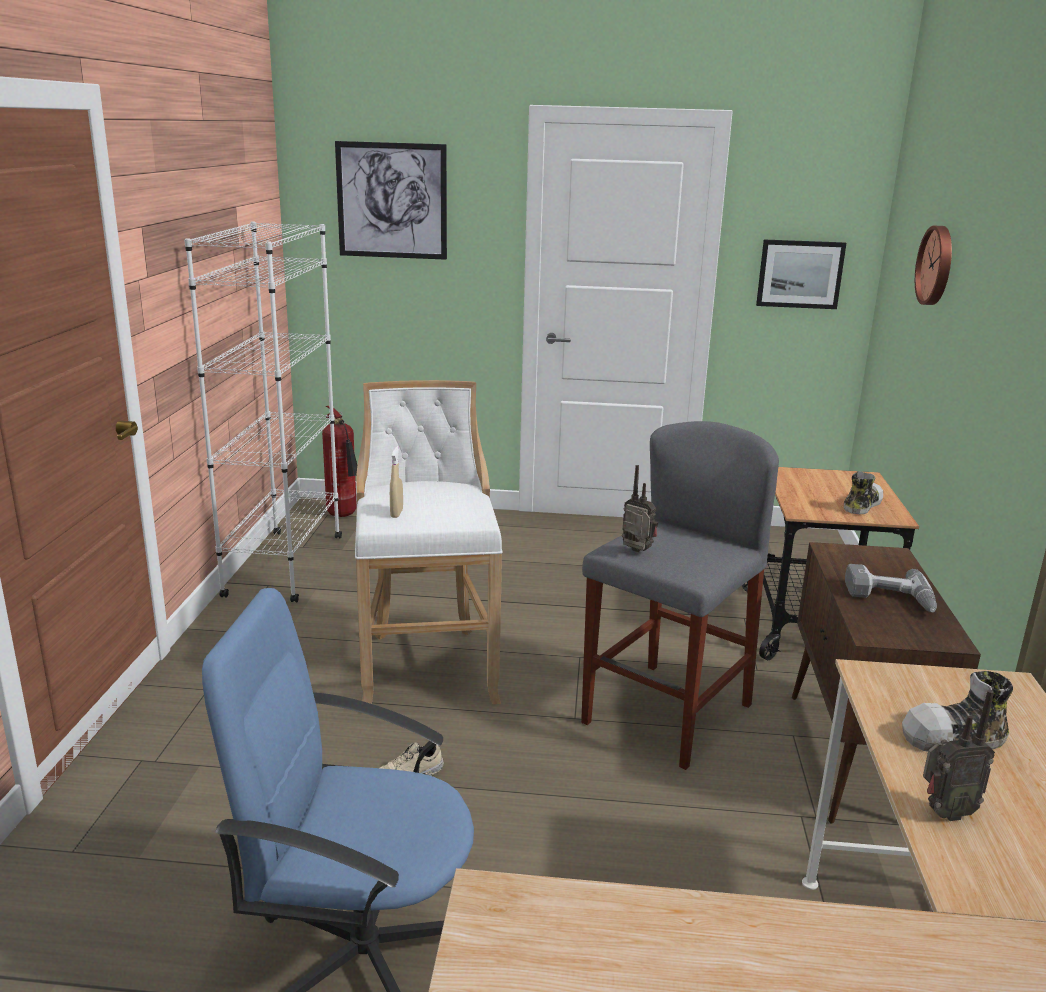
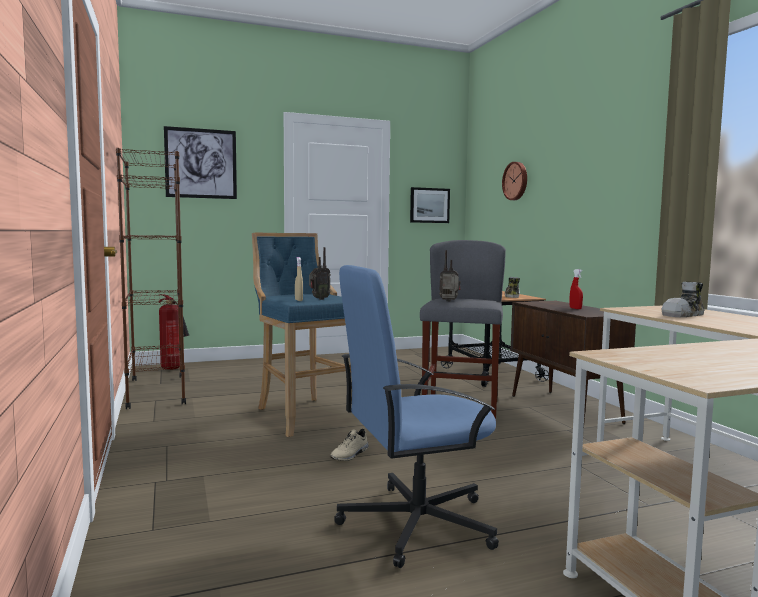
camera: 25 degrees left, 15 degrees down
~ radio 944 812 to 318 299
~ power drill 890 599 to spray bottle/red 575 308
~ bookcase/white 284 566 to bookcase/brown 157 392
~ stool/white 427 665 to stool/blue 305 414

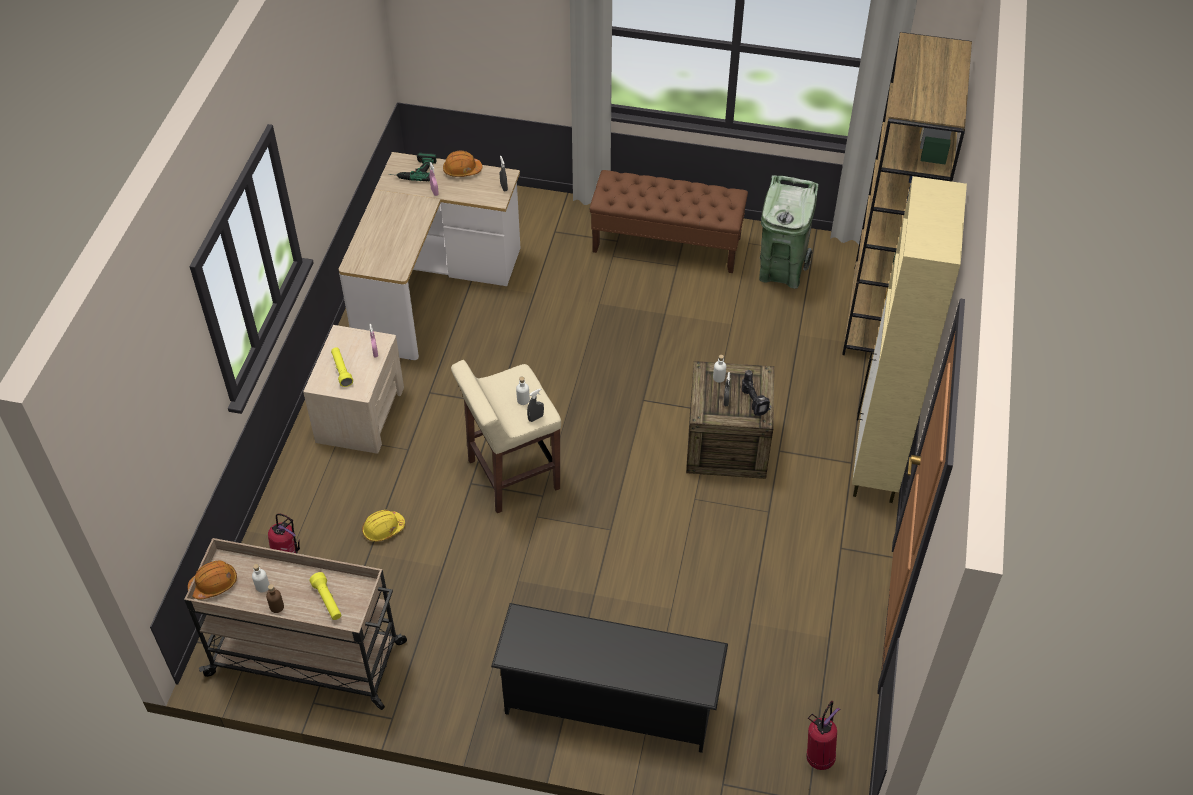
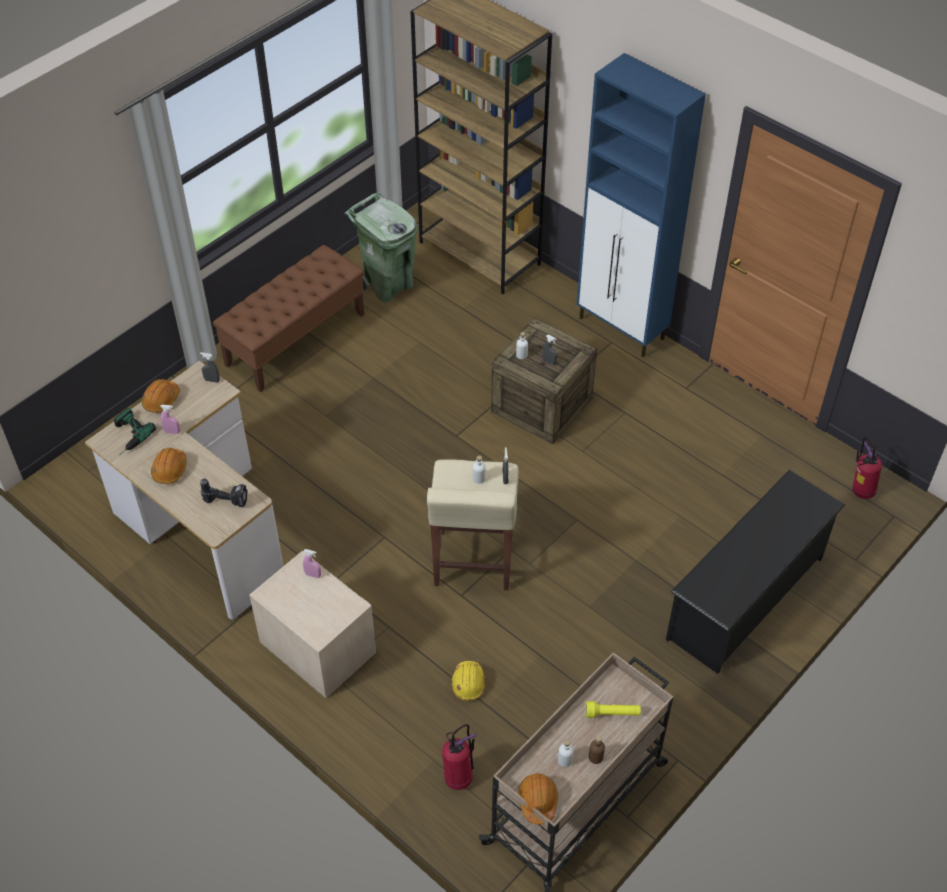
camera: 60 degrees left, 0 degrees up
- flashlight/yellow 341 370
+ hard hat/orange 170 470
~ power drill 755 403 to 227 500
~ cabinet/beige 876 464 to cabinet/blue 622 329

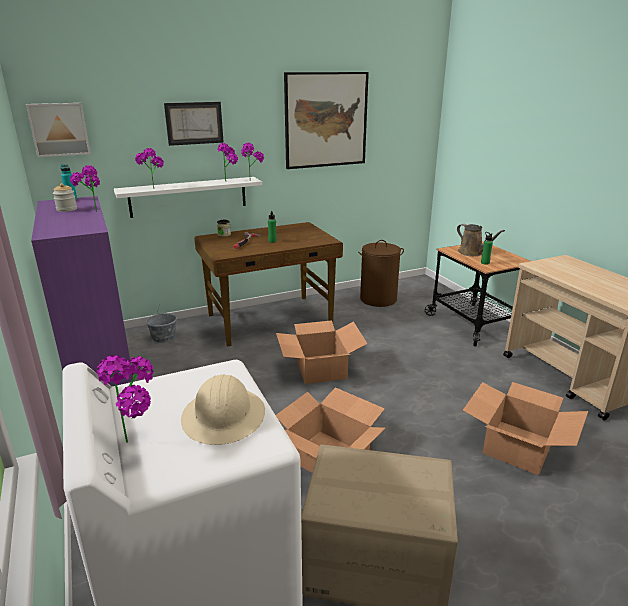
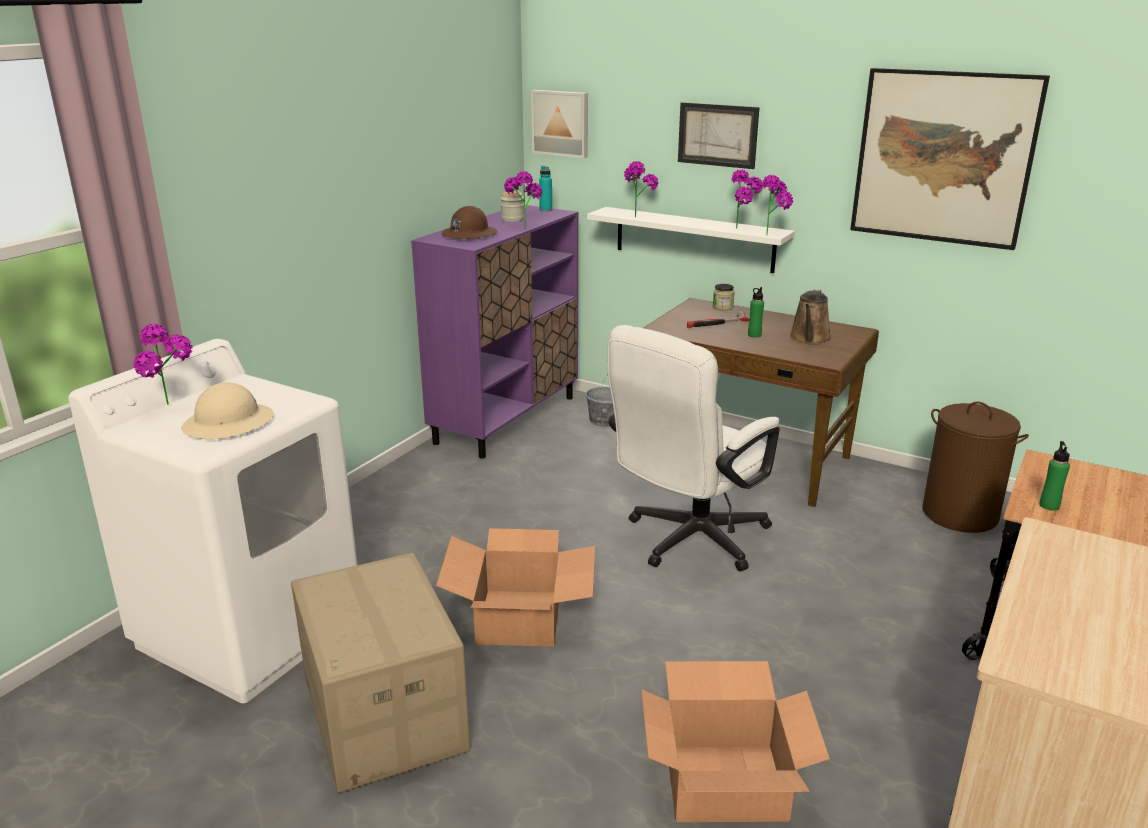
camera: 55 degrees right, 0 degrees up
+ hard hat/brown 469 234
~ watering can/brown 472 253 to 809 339
~ cardboard box 320 368 to office chair/white 688 541

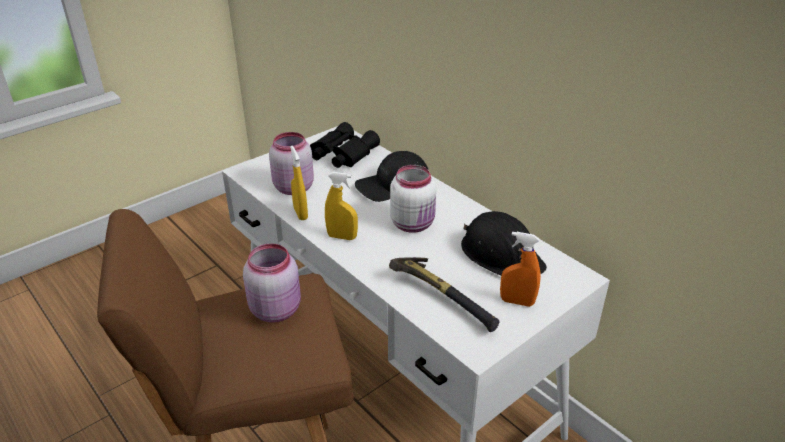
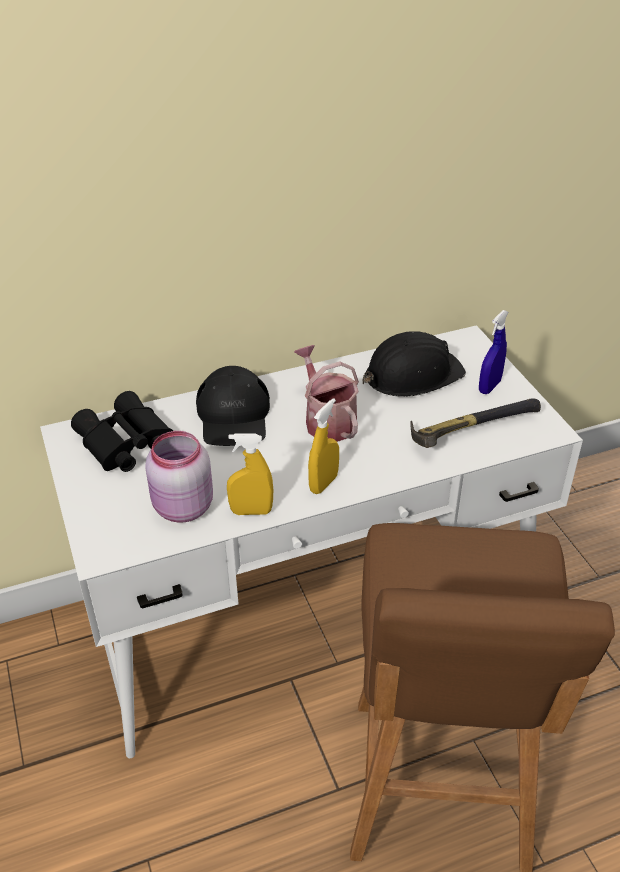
camera: 70 degrees left, 5 degrees up
- jar/pink 276 309
~ jar/white 413 224 to watering can 327 420
~ spray bottle/orange 517 302 to spray bottle/blue 489 387

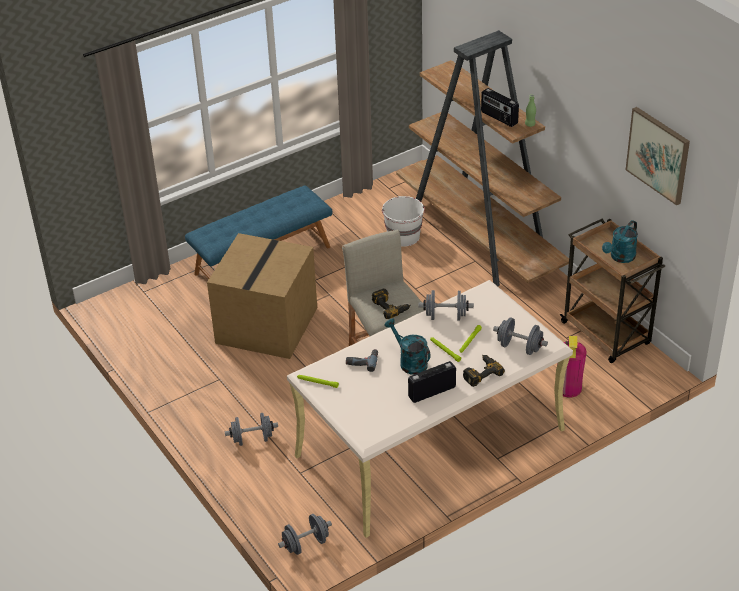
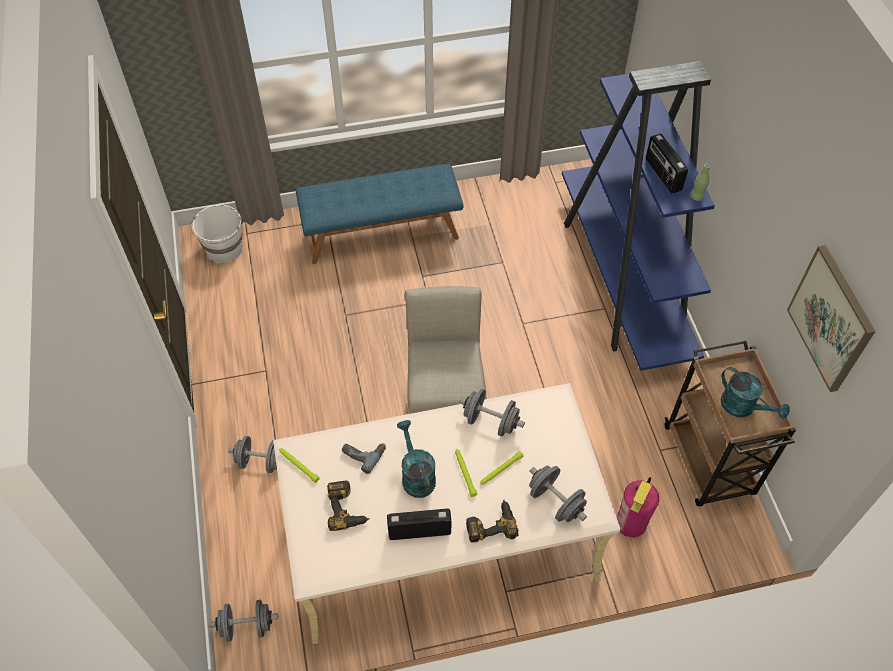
camera: 20 degrees right, 15 degrees up
- cardboard box 267 326
~ power drill 391 306 to 347 508
~ bucket/white 403 237 to 224 249
~ bookcase/brown 480 239 to bookcase/blue 623 280
~ watering can/turquoise 620 257 = 743 407 105 degrees counterclockwise

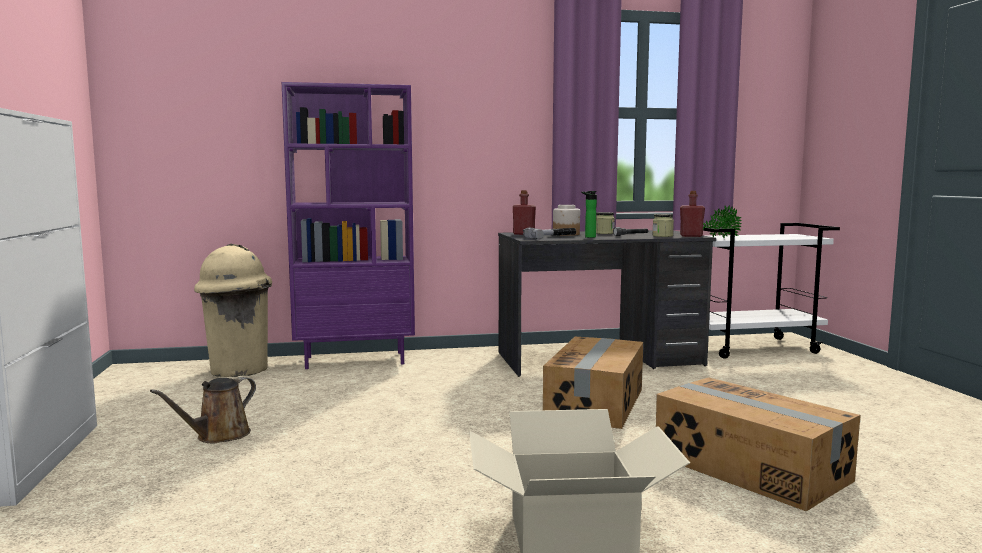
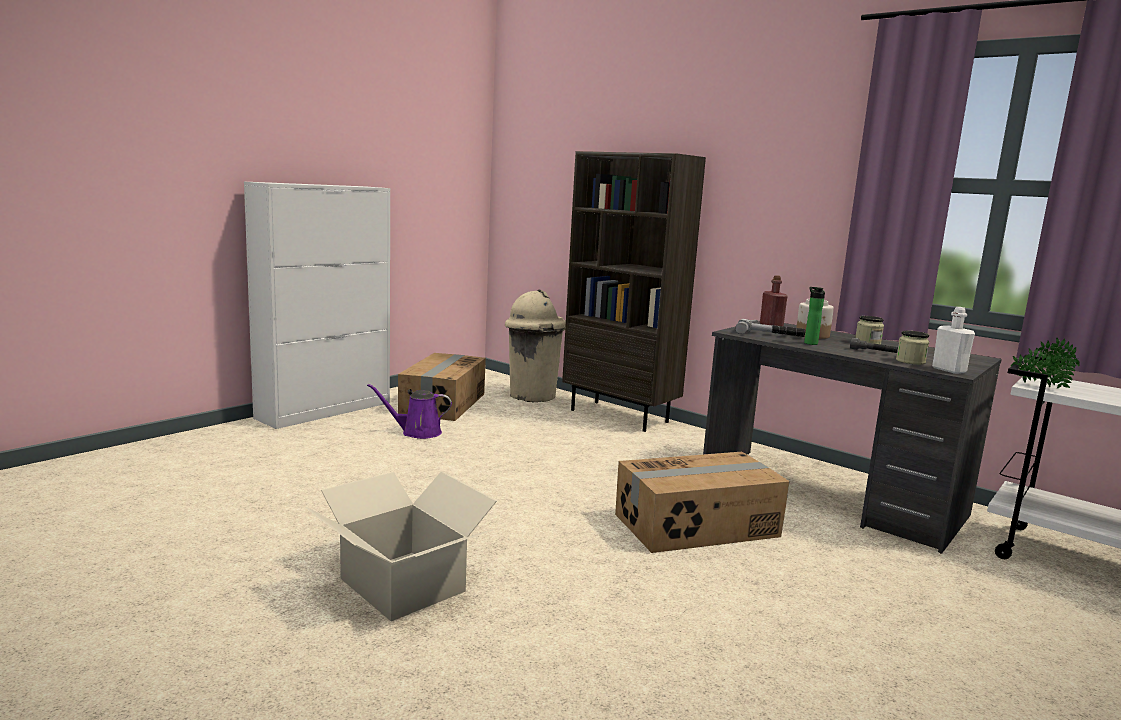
camera: 50 degrees right, 5 degrees up
~ cardboard box 750 468 to 442 403
~ watering can/brown 218 436 to watering can/purple 417 432
~ bookcase/purple 356 360 to bookcase/brown 620 416
~ bottle/red 691 236 to bottle/white 949 370

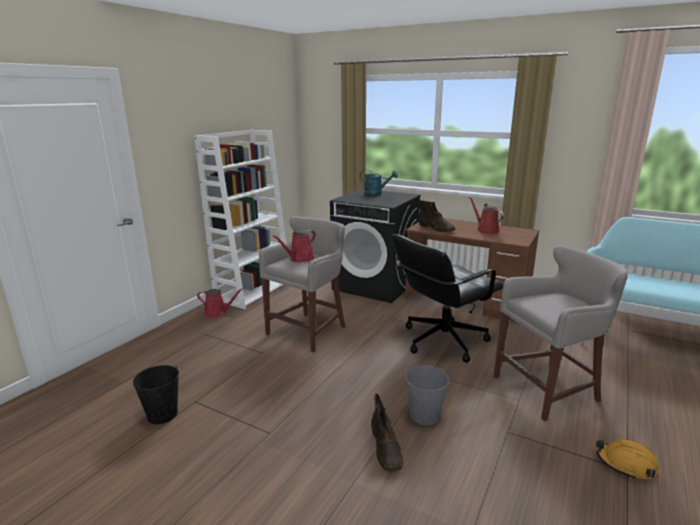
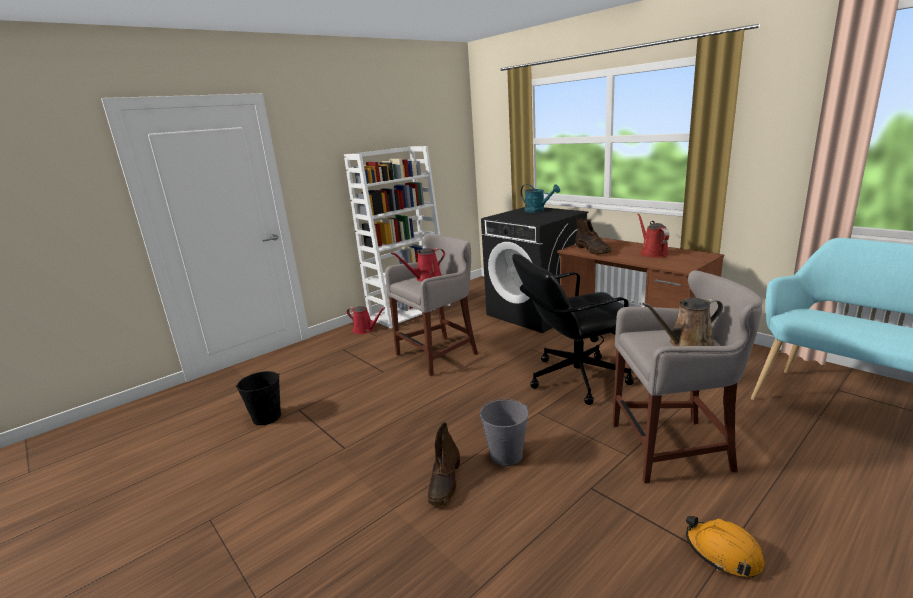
camera: 20 degrees right, 0 degrees up
+ watering can/brown 687 343

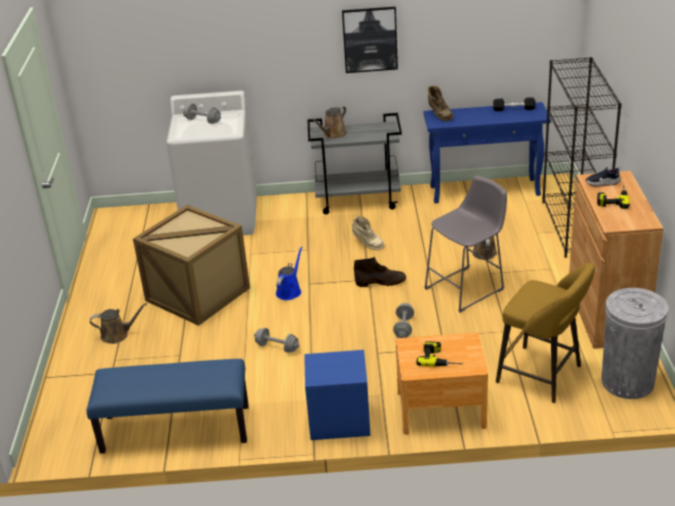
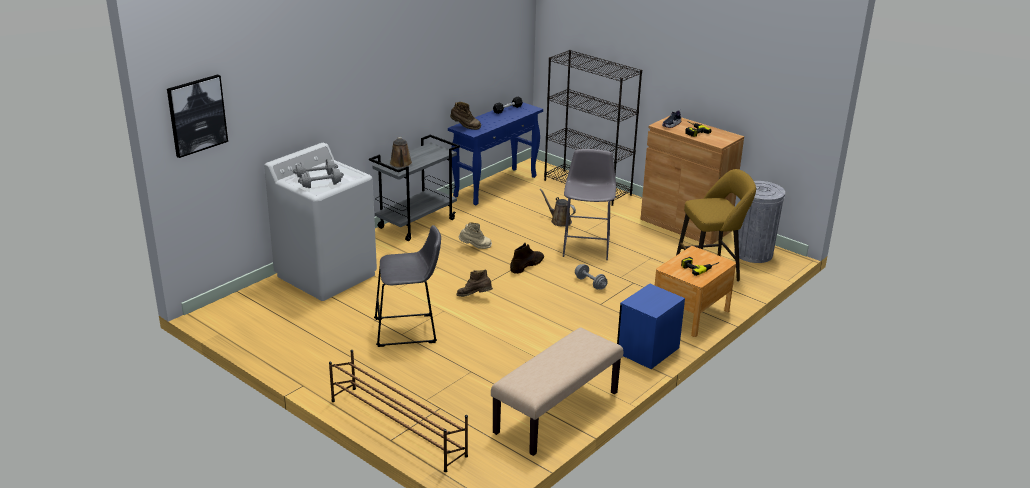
camera: 50 degrees left, 5 degrees down
- watering can/brown 117 335
+ shoe rack/brown 397 427
~ dumbbell/grey 277 347 to 321 185
~ picture 370 39 to 197 115
~ crate 197 295 to stool/grey 409 330
~ watering can/blue 289 291 to boot/brown 474 297
~ bench/blue 175 430 to bench/beige 557 413

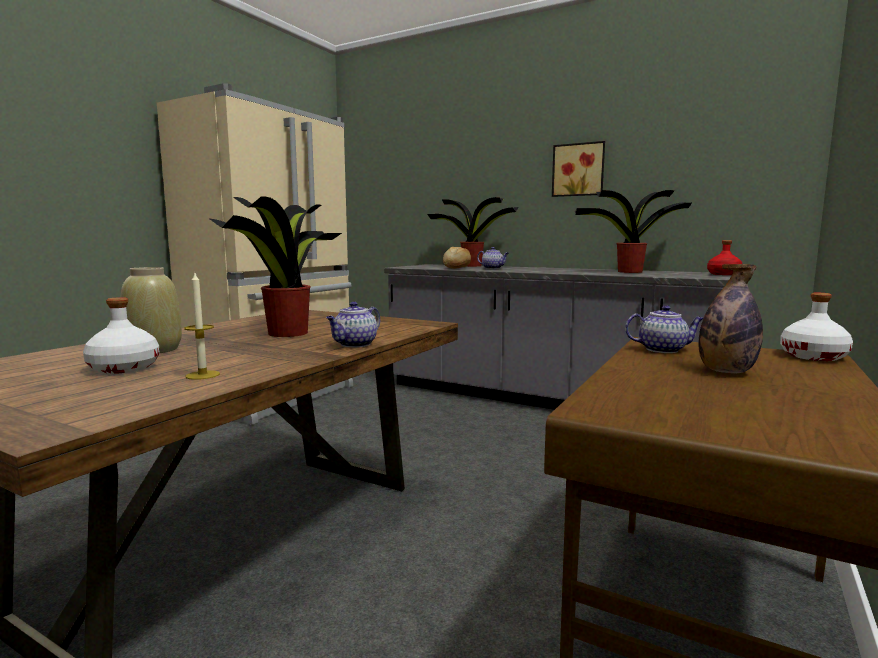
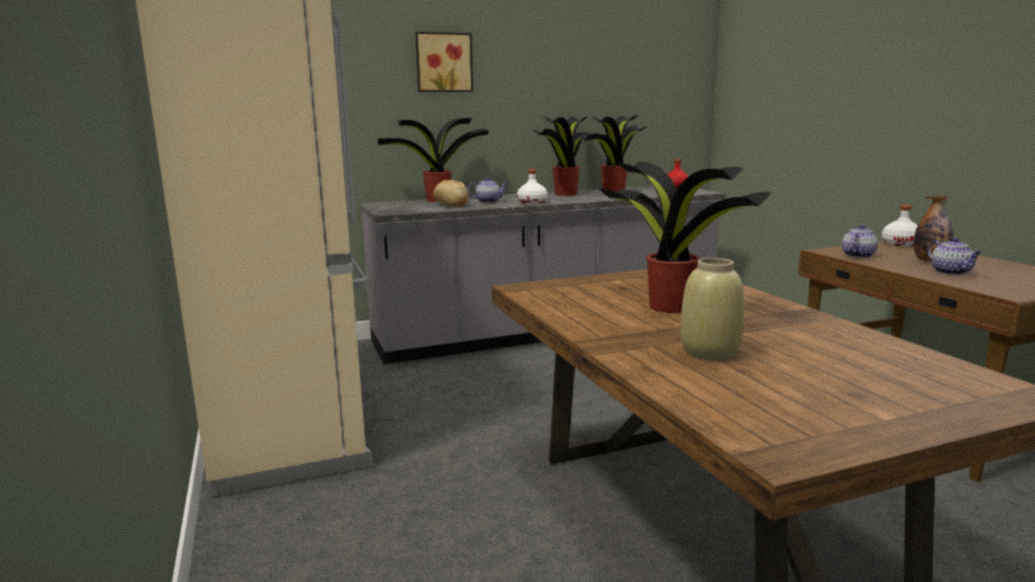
camera: 50 degrees left, 5 degrees up
- candle 202 375
+ potted plant 566 194
~ bottle/white 123 368 to 532 202
~ teapot 355 344 to 951 272
~ picture 578 170 to 443 62

